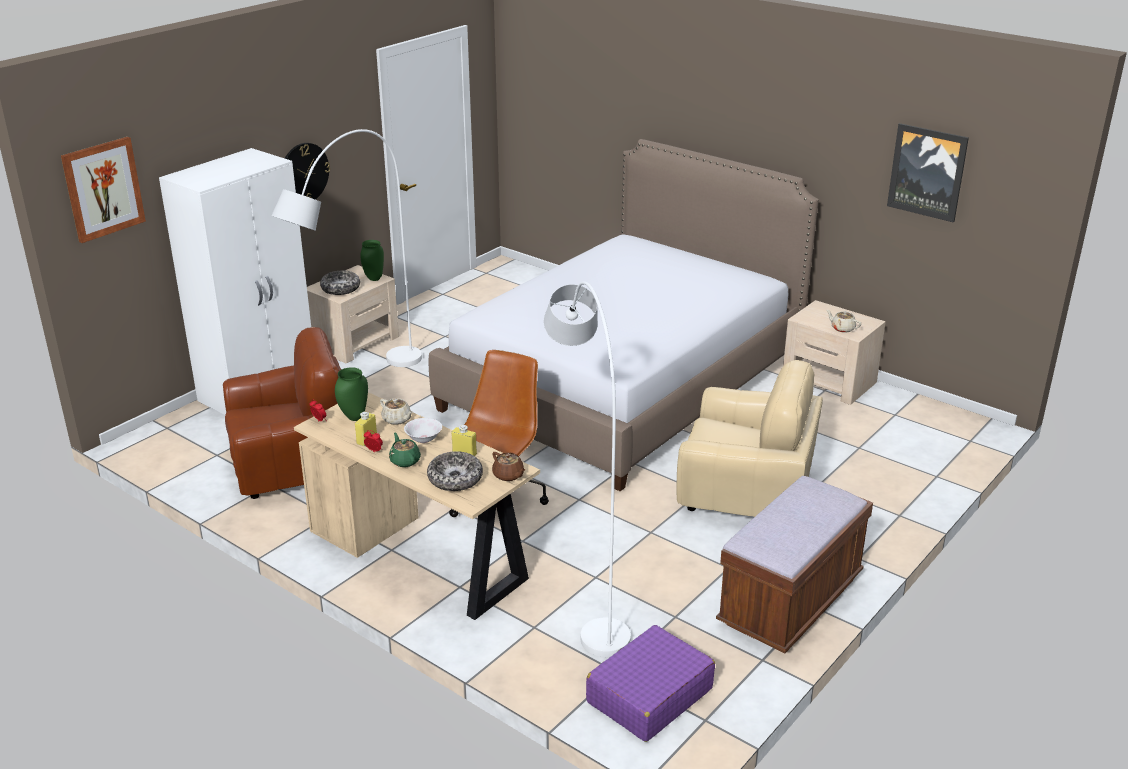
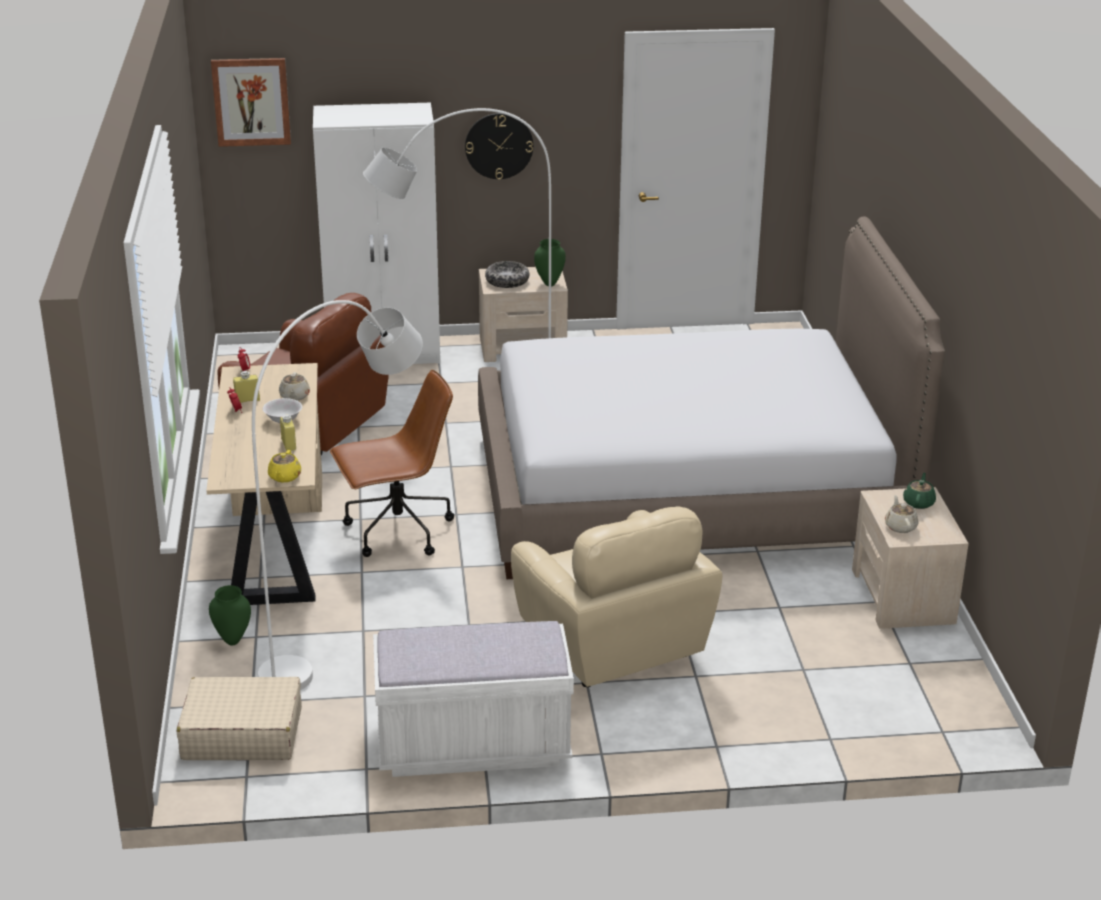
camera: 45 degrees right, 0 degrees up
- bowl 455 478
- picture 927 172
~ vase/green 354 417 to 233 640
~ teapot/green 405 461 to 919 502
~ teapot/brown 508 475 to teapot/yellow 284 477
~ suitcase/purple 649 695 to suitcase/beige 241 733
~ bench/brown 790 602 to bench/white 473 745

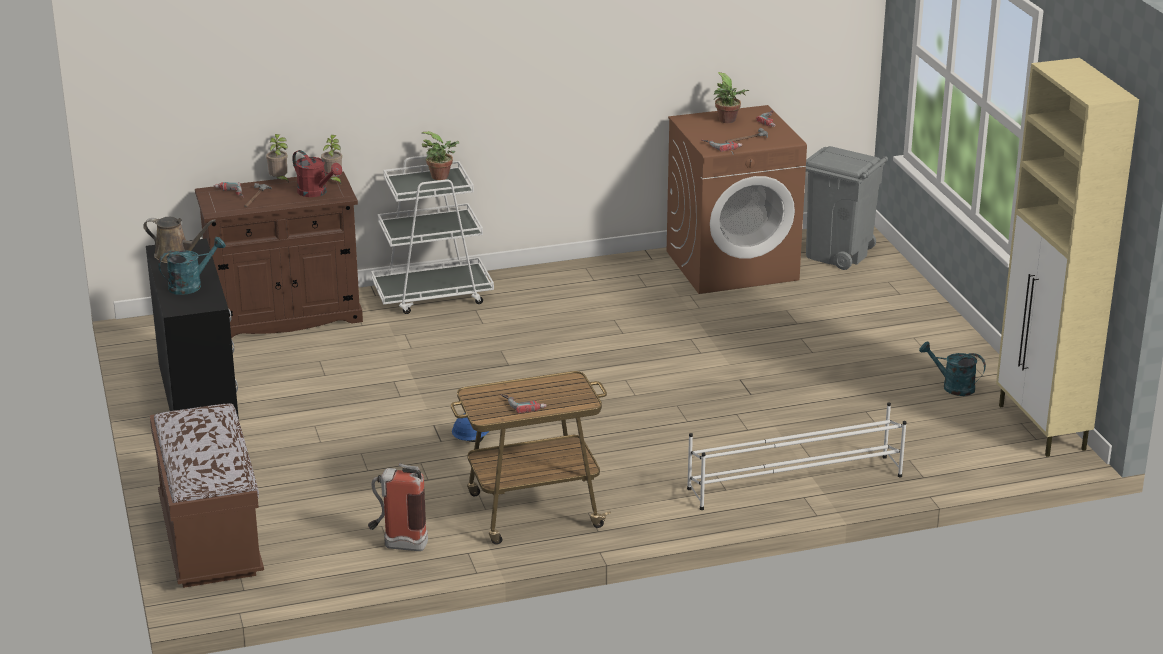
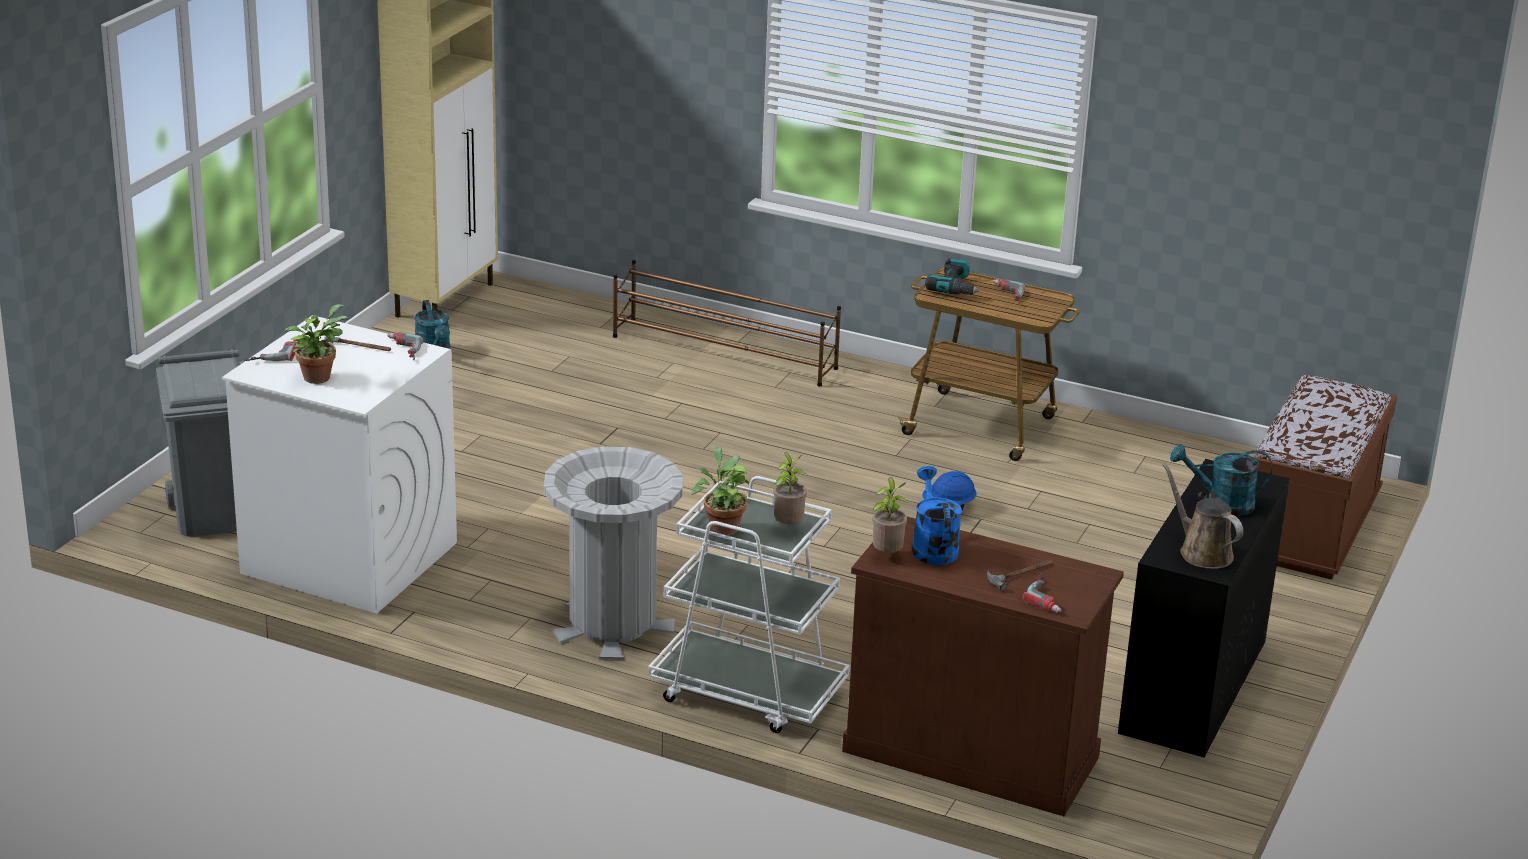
camera: 140 degrees left, 0 degrees up
- fire extinguisher 397 545
+ trash can/grey 612 625
+ power drill 955 287
~ potted plant 279 180 to 788 527
~ watering can/red 316 192 to watering can/blue 932 546
~ washing machine/brown 732 265 to washing machine/white 348 558
~ shoe rack/white 793 482 to shoe rack/brown 725 353

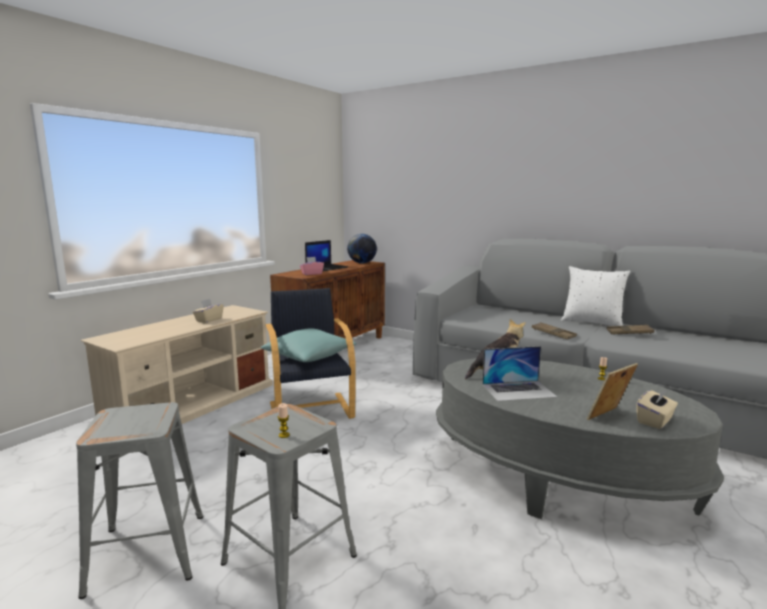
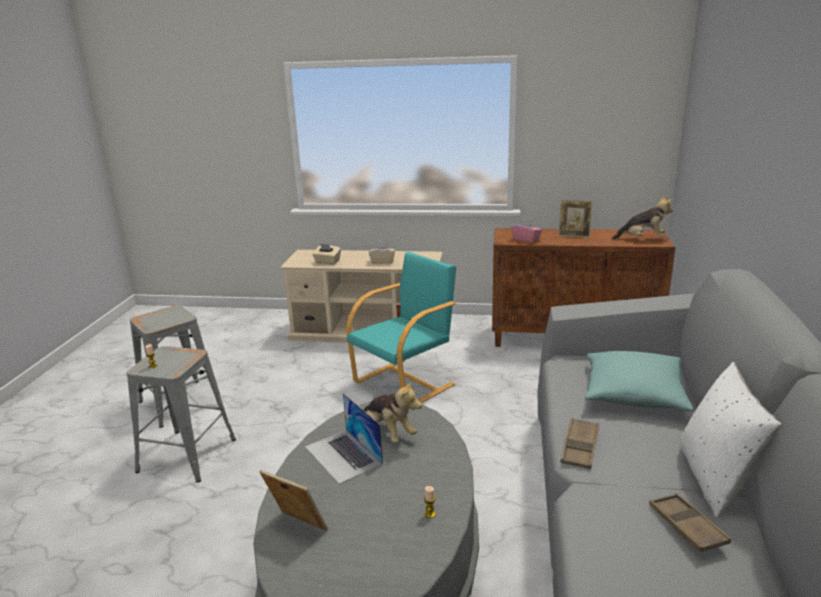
camera: 65 degrees right, 10 degrees up
~ pillow/turquoise 309 356 to 634 394
~ tissue box/beige 655 421 to 327 262
~ laptop 327 268 to picture frame 574 235
~ globe 362 263 to plush toy 642 239
~ armchair/black 311 409 to armchair/turquoise 405 383

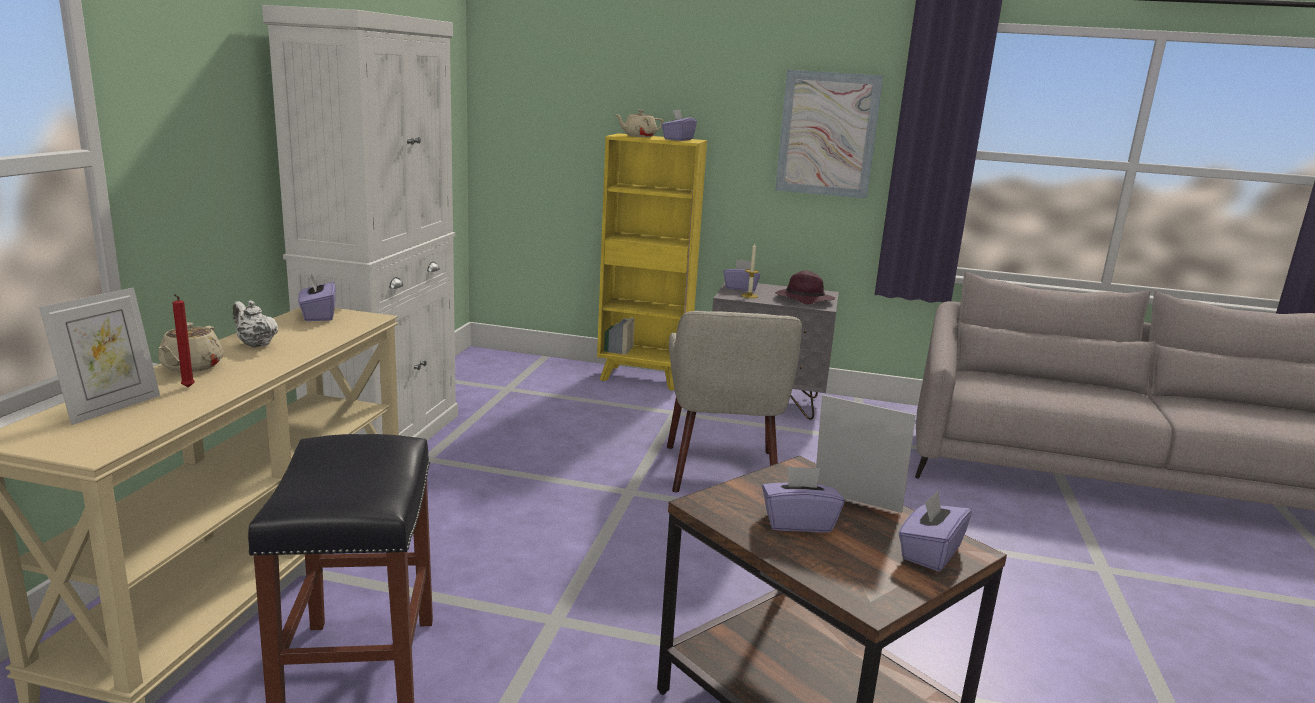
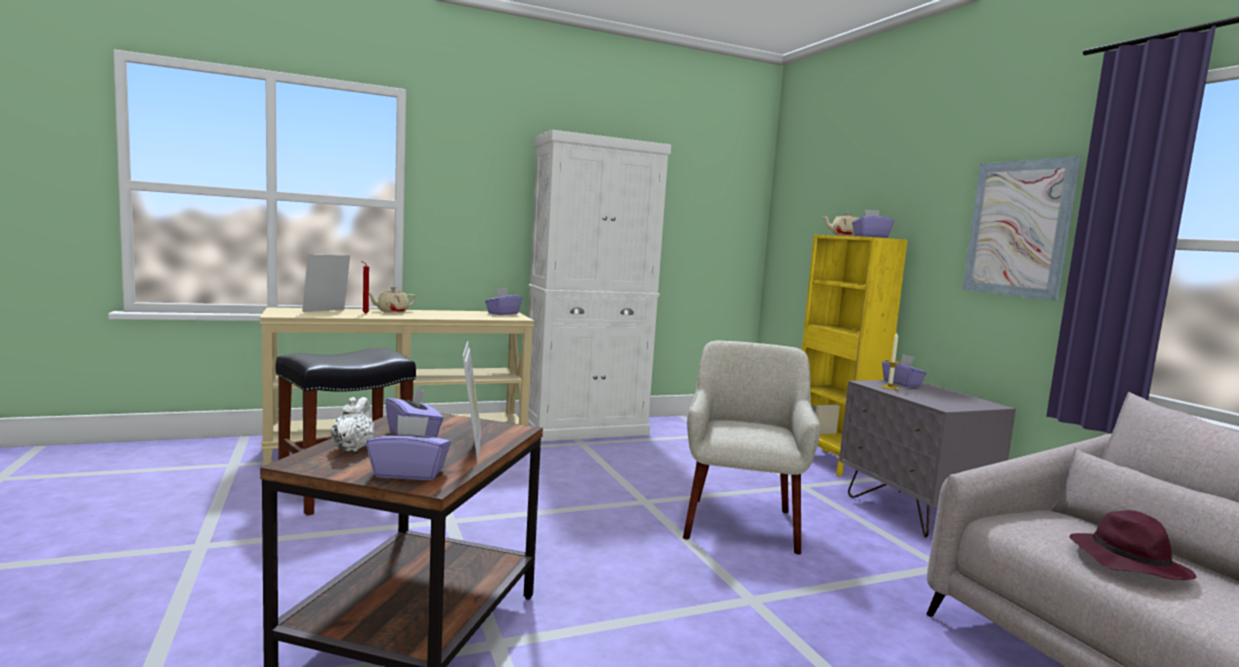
camera: 55 degrees right, 10 degrees down
~ teapot/white 255 344 to 353 448
~ hat/purple 803 300 to 1126 562
~ picture frame 111 407 = 326 311 135 degrees clockwise
~ armchair/beige 722 471 = 741 523 135 degrees clockwise

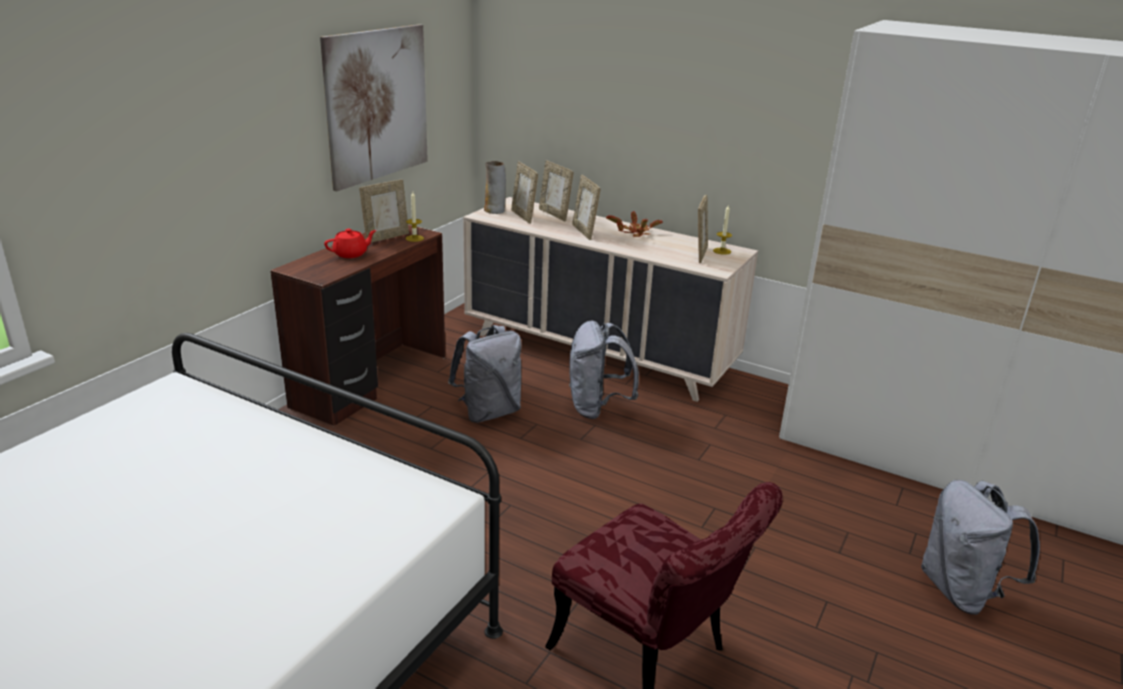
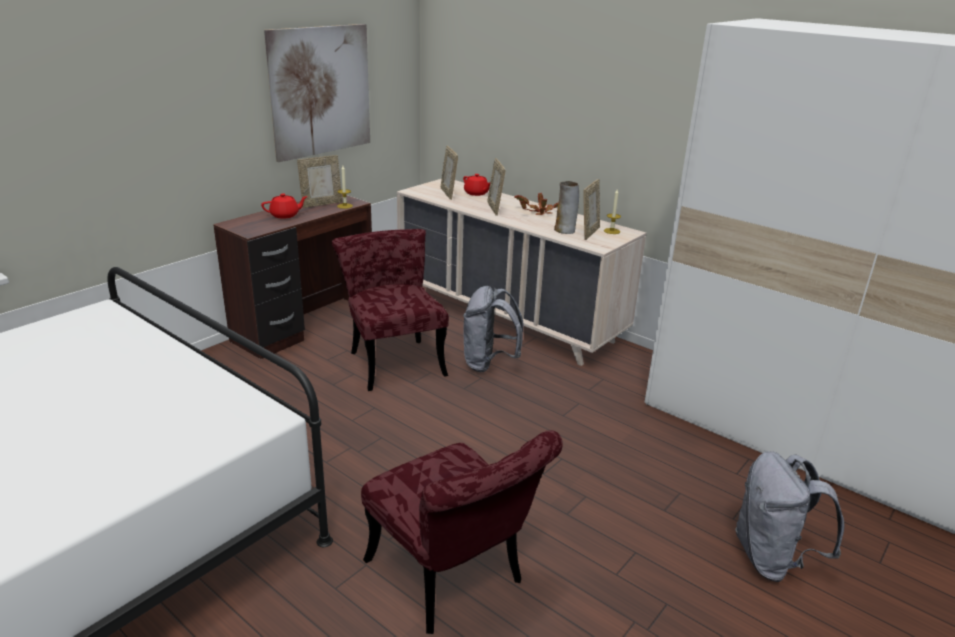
camera: 10 degrees right, 0 degrees up
~ vase 495 211 to 565 230
~ backpack/grey 489 412 to chair/red 393 359
~ picture frame 554 214 to teapot/red 476 193

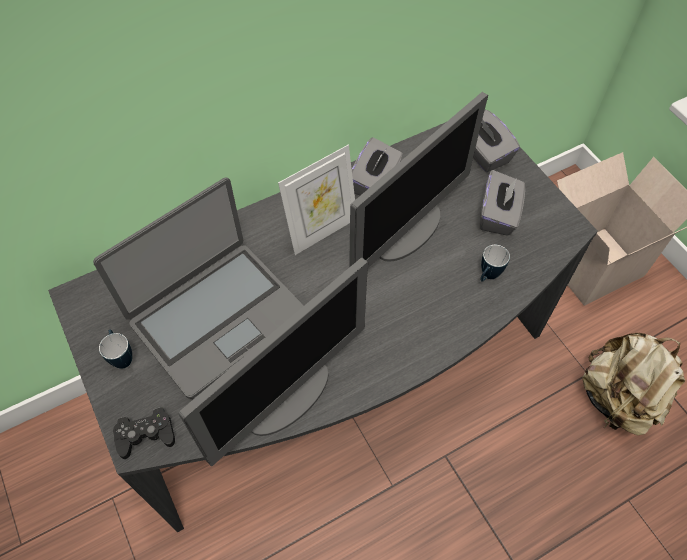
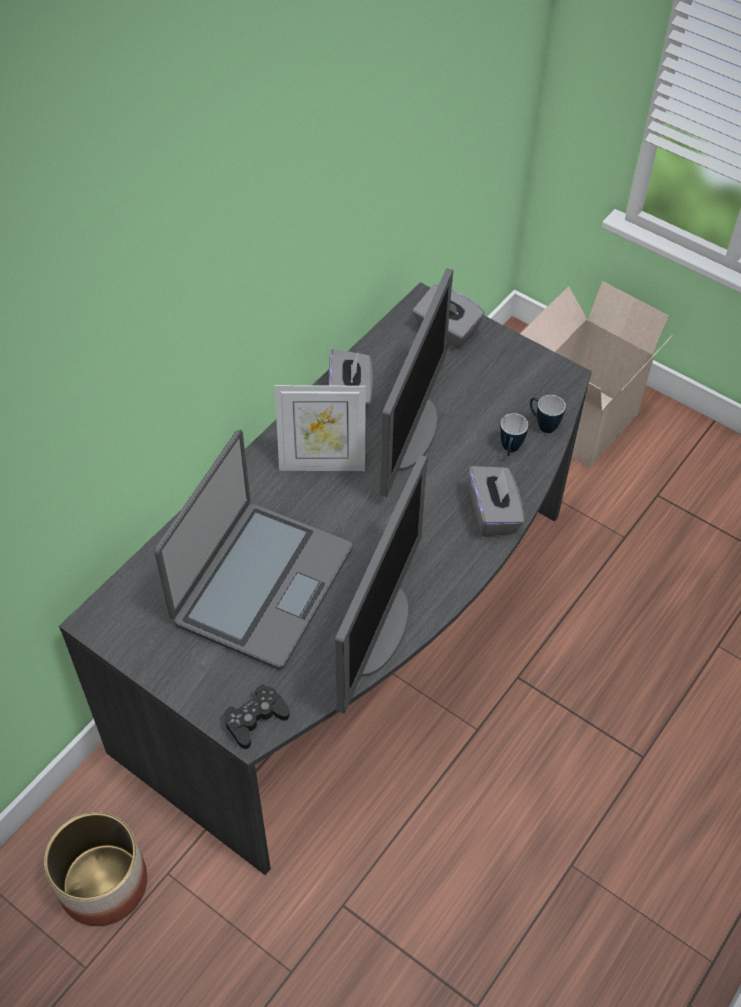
camera: 25 degrees left, 5 degrees down
- backpack/beige 617 398
+ planter 103 884
~ mug 122 356 to 542 424
~ tissue box/grey 498 215 to 493 513
~ picture frame 322 231 = 322 463 60 degrees clockwise

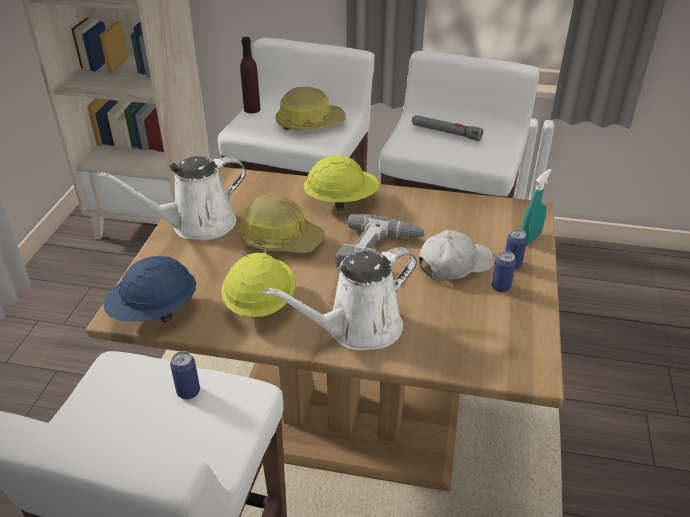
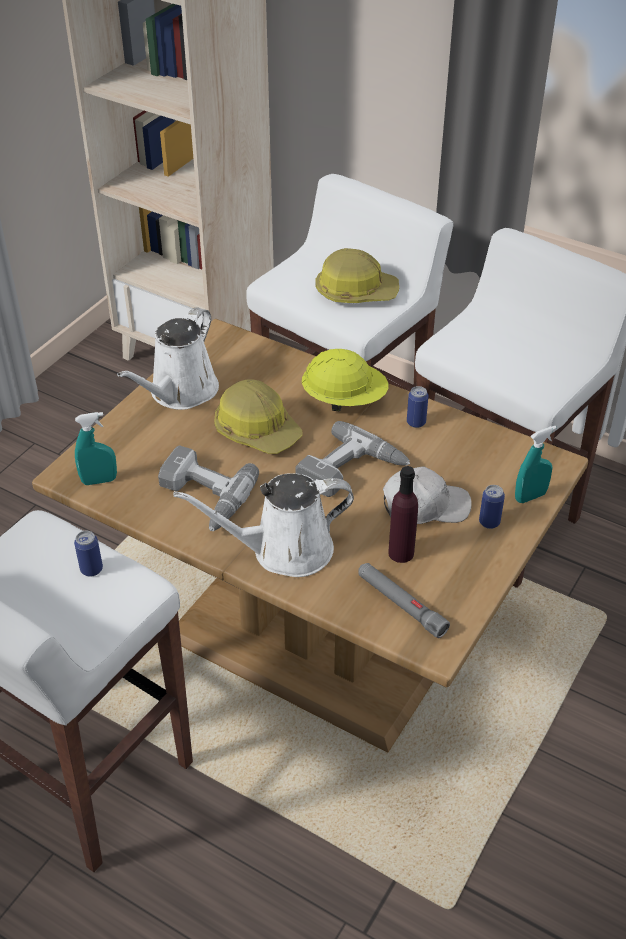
camera: 20 degrees right, 5 degrees up
~ bottle/purple 252 109 to 401 553
~ flashlight/grey 445 132 to 401 604
~ can 501 287 to 416 422
~ hard hat/blue 154 312 to spray bottle/turquoise 99 480
~ hard hat/yellow 260 303 to power drill 202 497
~ watering can/white 197 224 = 180 392 60 degrees counterclockwise

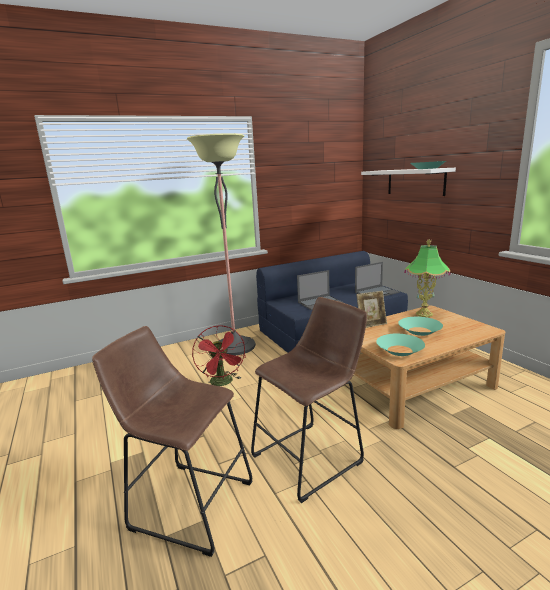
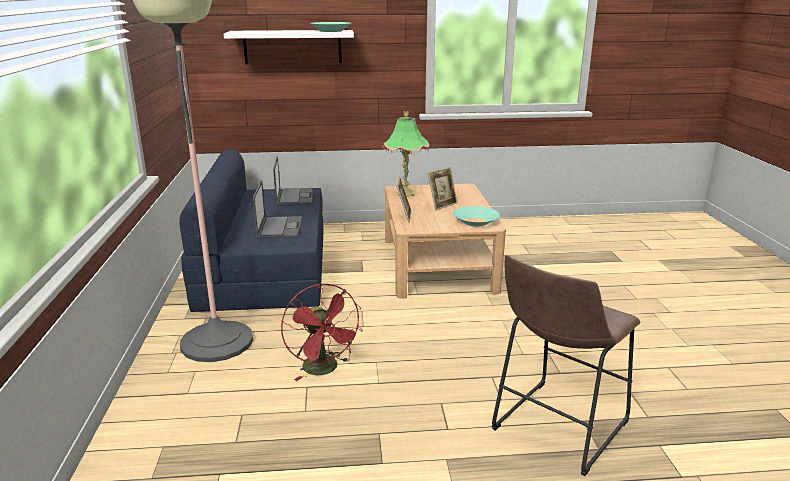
camera: 70 degrees left, 5 degrees up
- stool/brown 312 456
~ bowl/turquoise 420 331 to picture frame 442 205
~ fan/red 223 383 = 324 370 60 degrees clockwise

